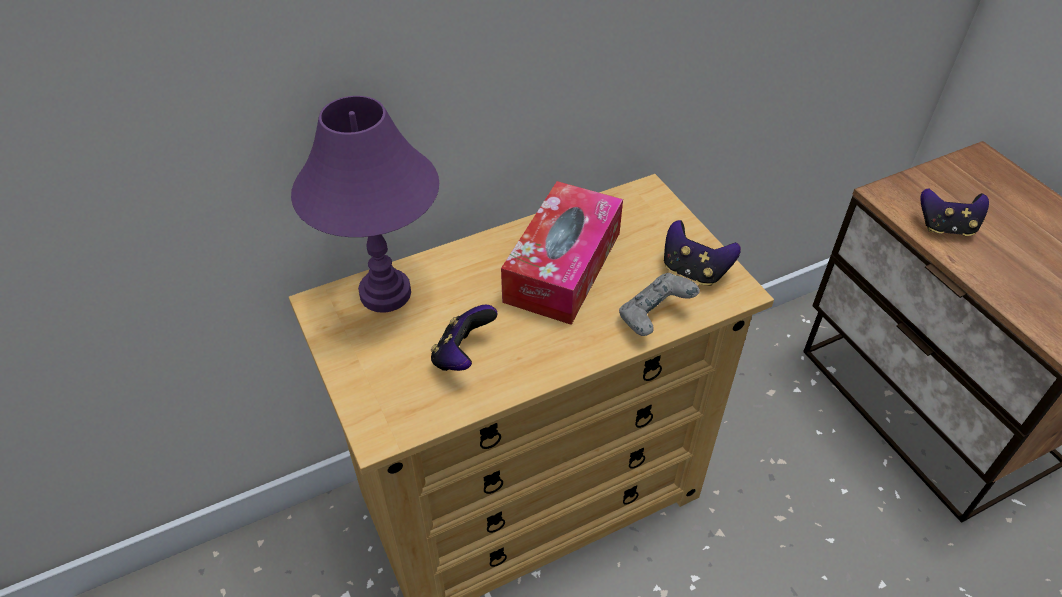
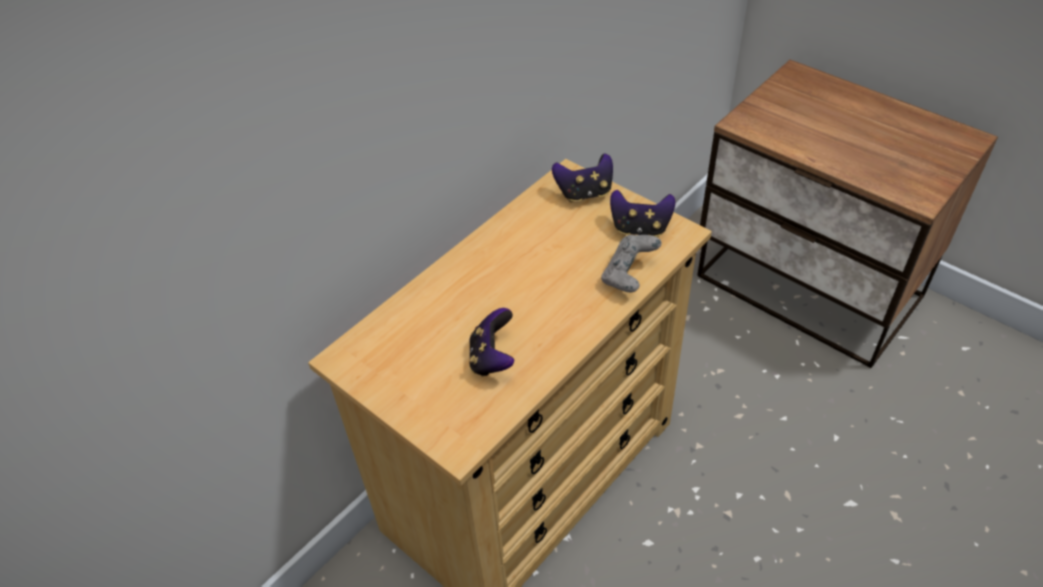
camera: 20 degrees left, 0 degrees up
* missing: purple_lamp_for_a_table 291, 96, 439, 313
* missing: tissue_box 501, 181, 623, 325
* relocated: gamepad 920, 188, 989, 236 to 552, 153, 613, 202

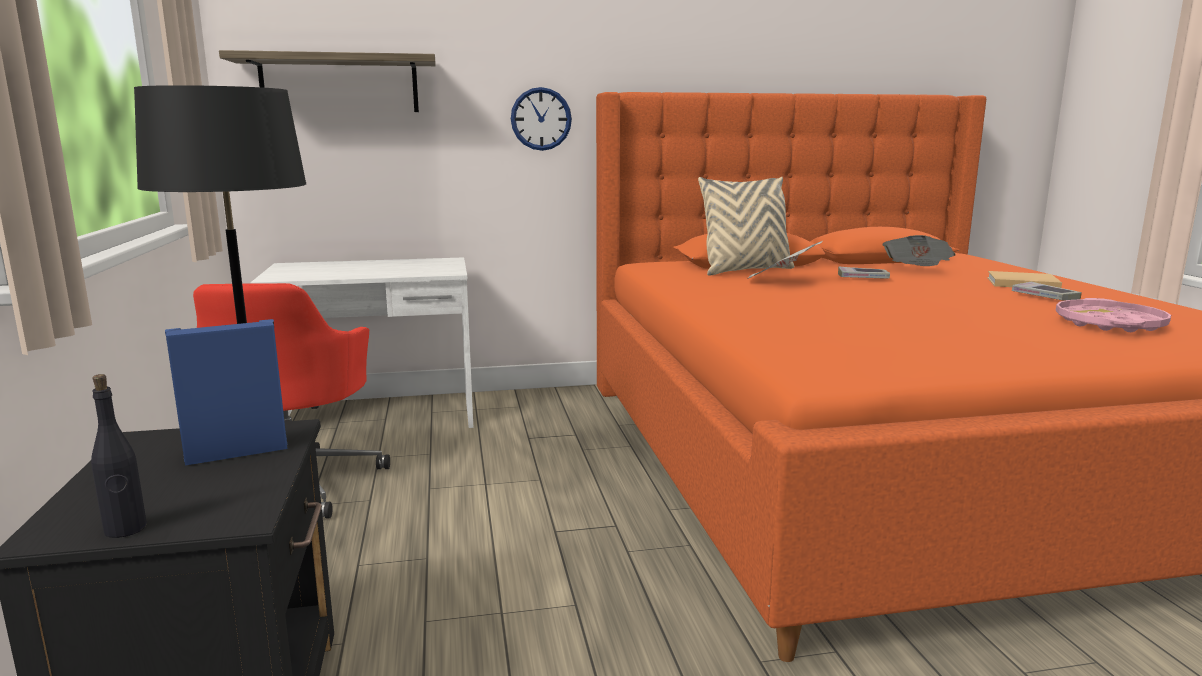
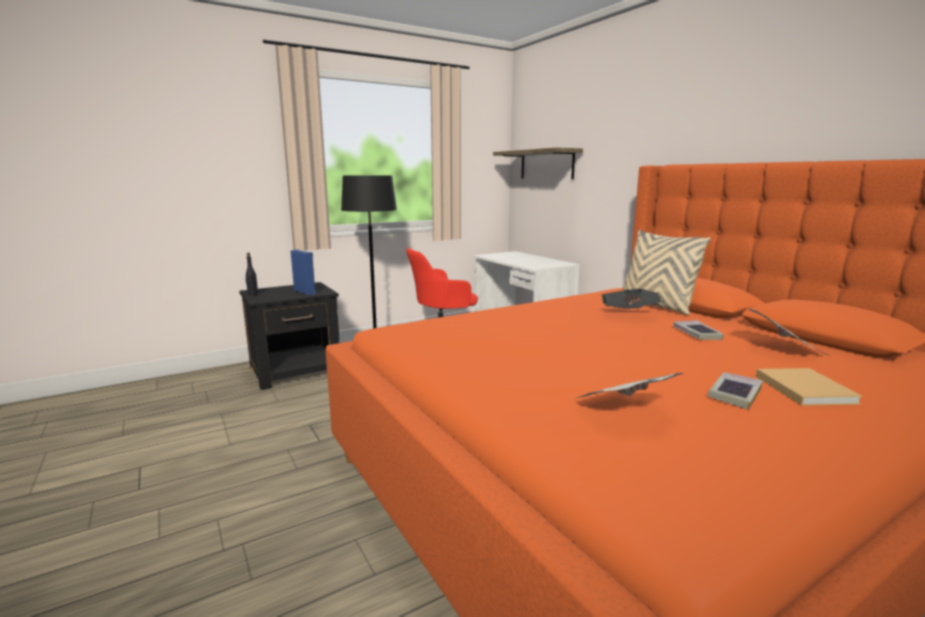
camera: 70 degrees right, 0 degrees up
* missing: wall_clock 511, 87, 572, 151
* exchanged: pinkish_serving_tray 1055, 298, 1171, 332 to daily_paper 577, 373, 683, 398

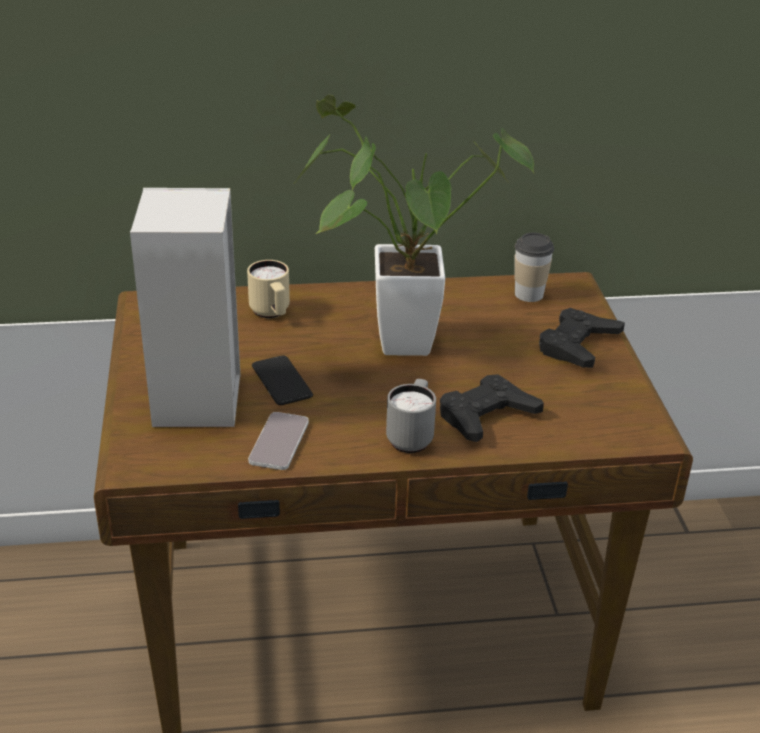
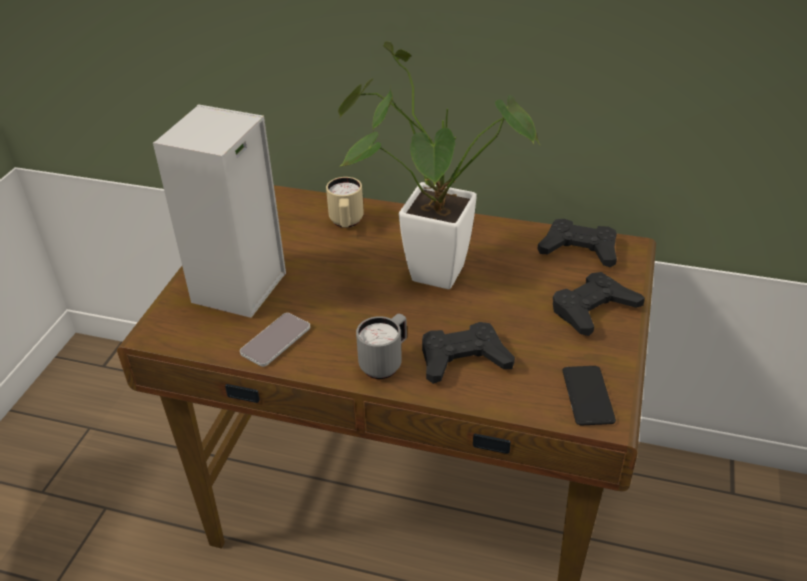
camera: 25 degrees right, 5 degrees up
* relocated: telephone 252, 356, 313, 405 to 562, 366, 616, 425
* exchanged: cup 514, 233, 554, 302 to black_gamepad 537, 219, 617, 267

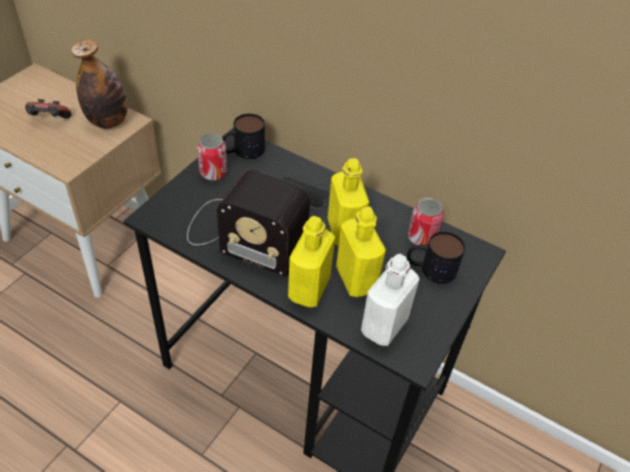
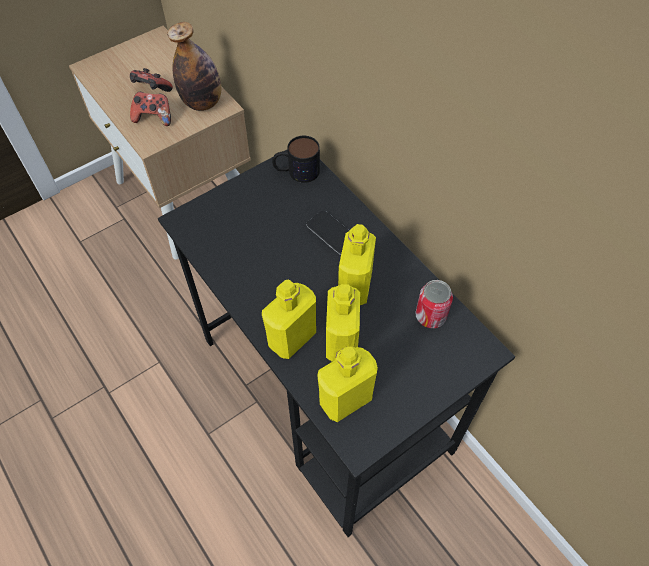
camera: 25 degrees right, 10 degrees up
* missing: radio_receiver 187, 170, 310, 277
* missing: can 197, 133, 227, 181
* missing: mug 407, 232, 465, 284
* appeared: gamepad 130, 92, 171, 126
* colour: whitish_drink_bottle 361, 254, 419, 346 to yellowish_drink_bottle 317, 347, 378, 422

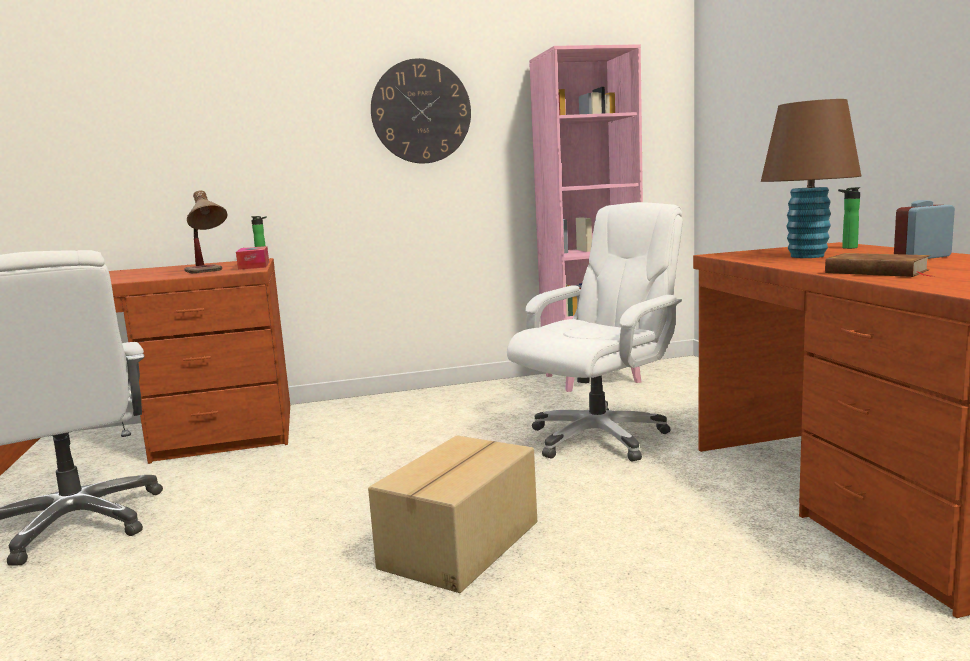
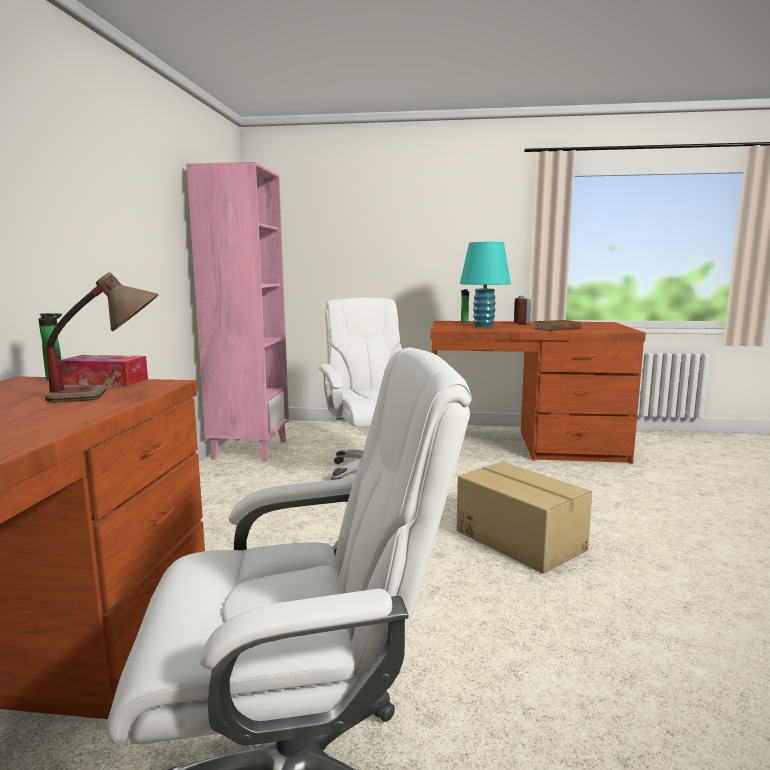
camera: 70 degrees left, 0 degrees up
* missing: wall_clock 371, 58, 471, 163
* colour: brown_lamp_for_a_table 761, 99, 861, 258 to turquoise-coloured_lamp_for_a_table 460, 242, 511, 327

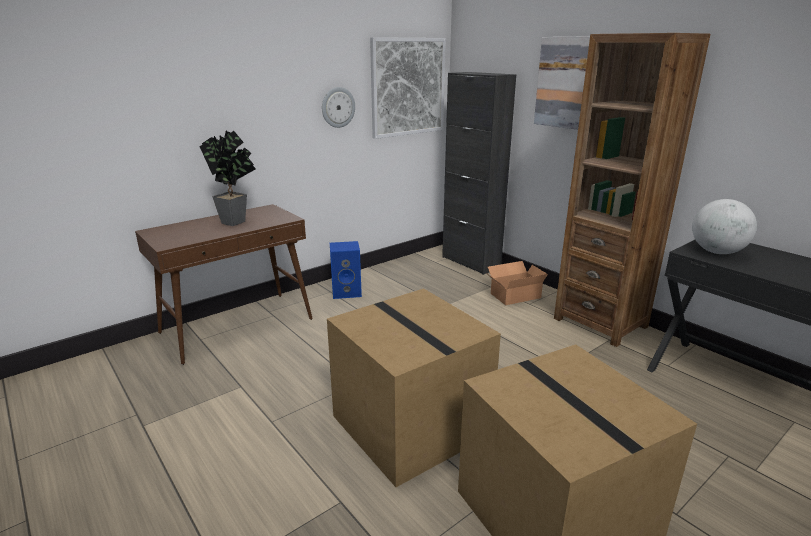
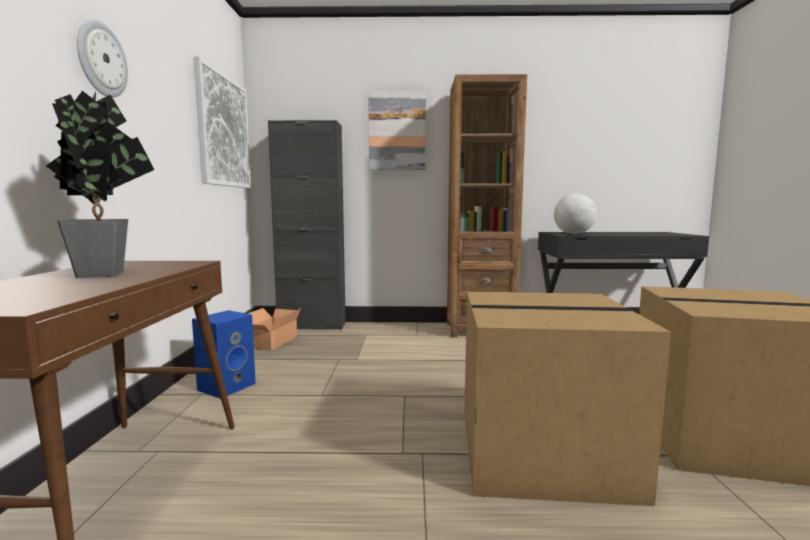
camera: 50 degrees left, 15 degrees down
* relocated: wall_clock 322, 87, 355, 128 to 77, 20, 128, 98
* relocated: carton 488, 261, 548, 305 to 247, 308, 301, 350

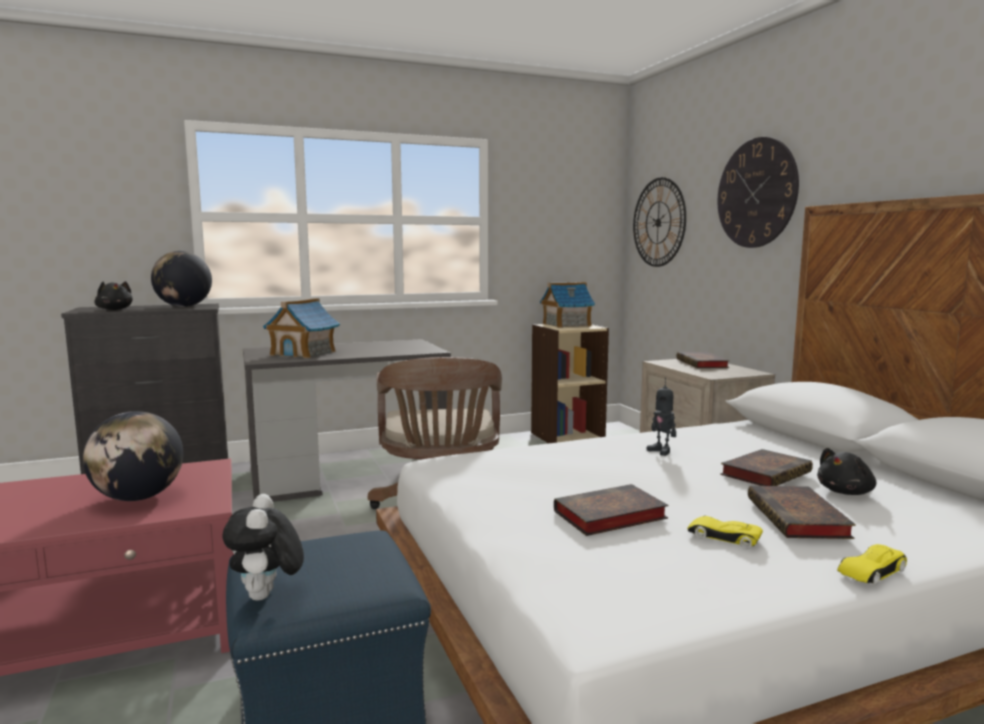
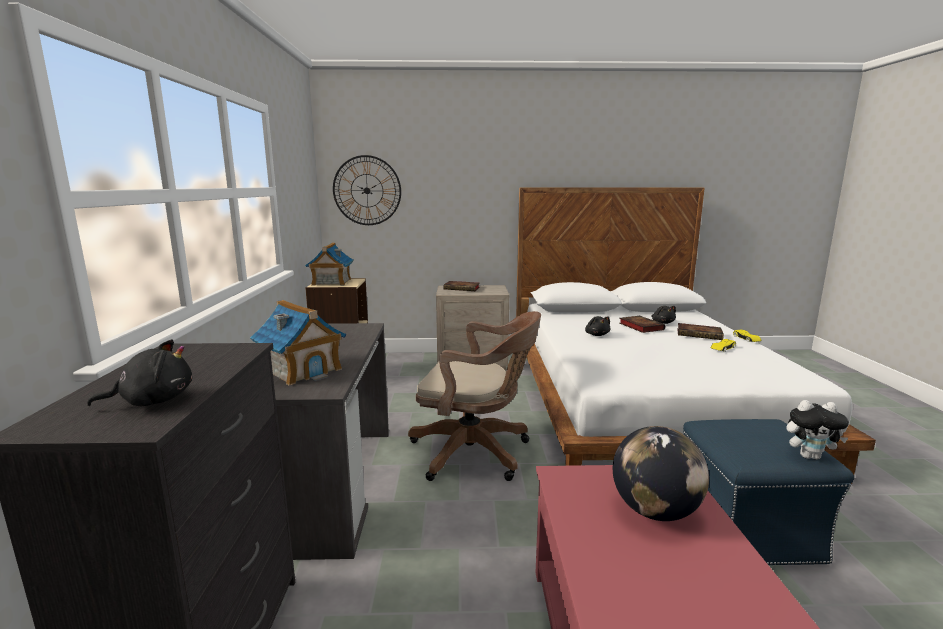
camera: 70 degrees left, 5 degrees up
* missing: desk_globe 151, 251, 212, 307
* missing: book 554, 484, 668, 536
* missing: wall_clock 718, 137, 799, 248
* exchanged: robot_figure 646, 378, 676, 456 to black_cuddly_toy 585, 316, 610, 336

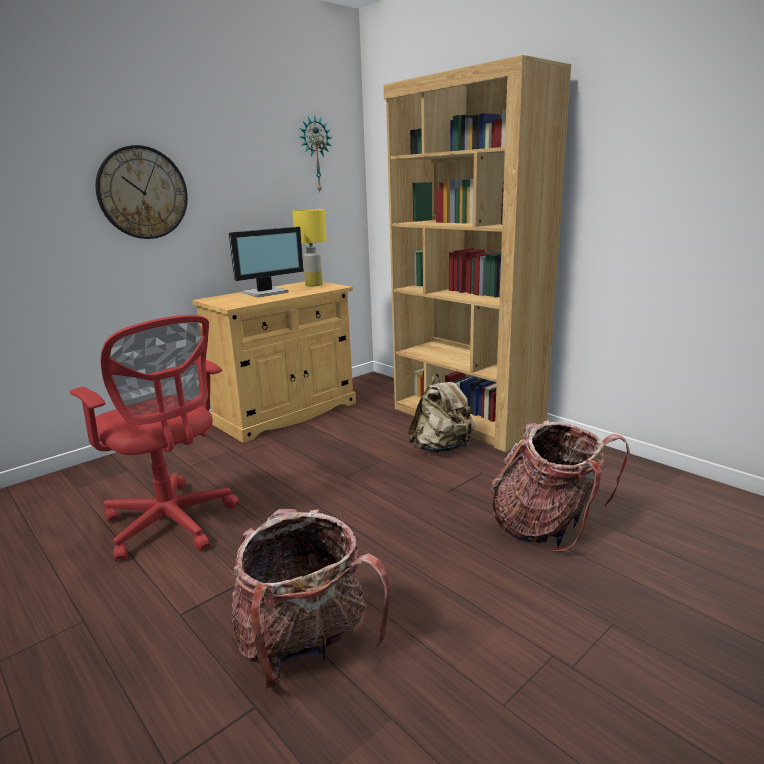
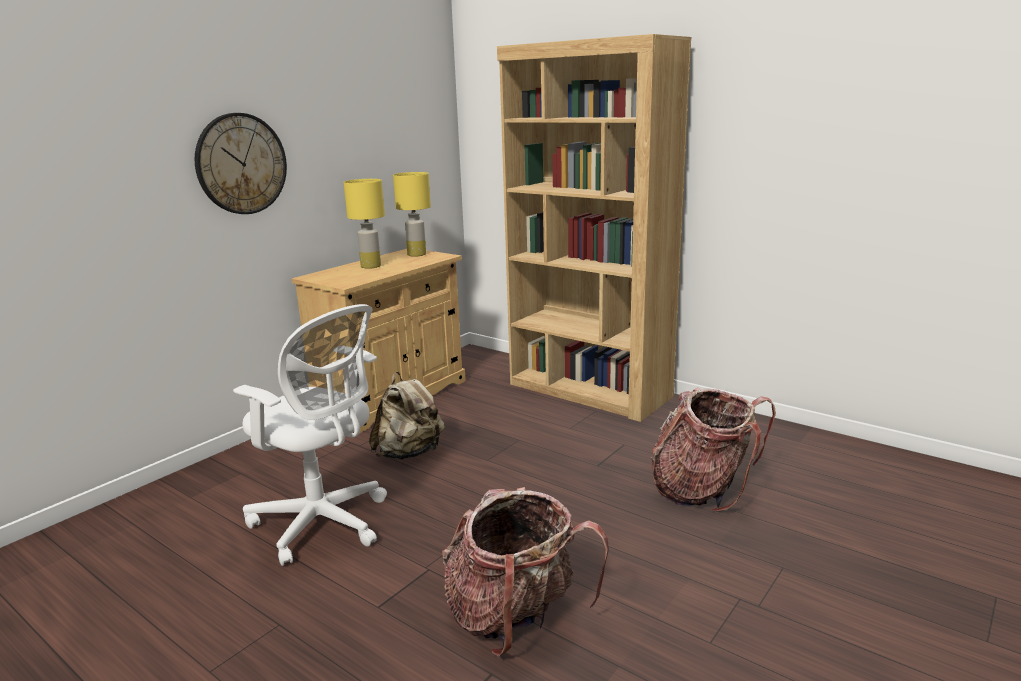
camera: 10 degrees left, 0 degrees up
* missing: wall_clock 300, 116, 332, 192
* relocated: beige-coloured_rucksack 408, 374, 475, 453 to 369, 372, 445, 460
* exchanged: computer_display 229, 227, 304, 297 to yellowish_lamp_for_a_table 343, 179, 385, 269
* colour: red_office_chair 70, 315, 239, 562 to whitish_office_chair 233, 304, 387, 566

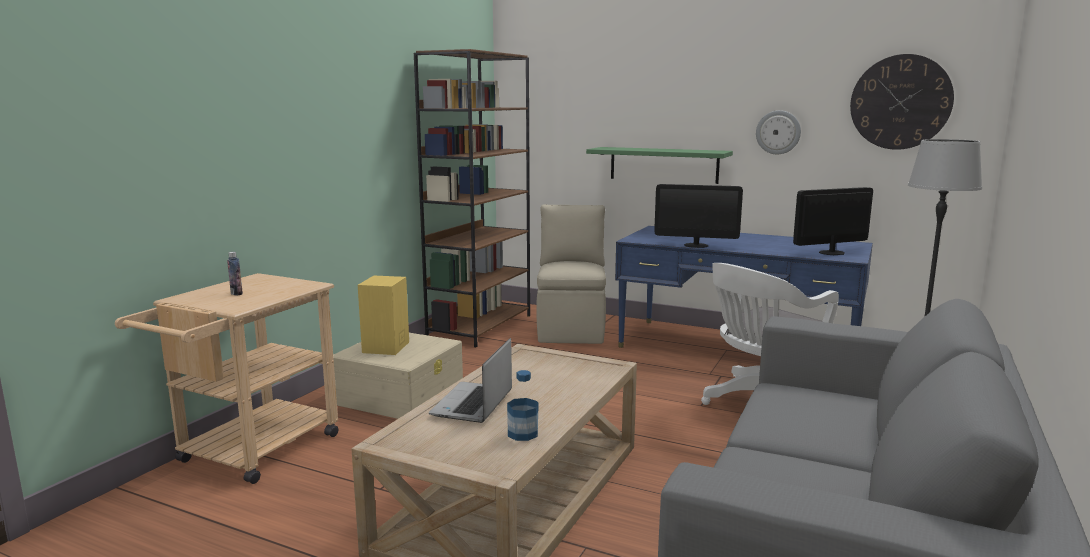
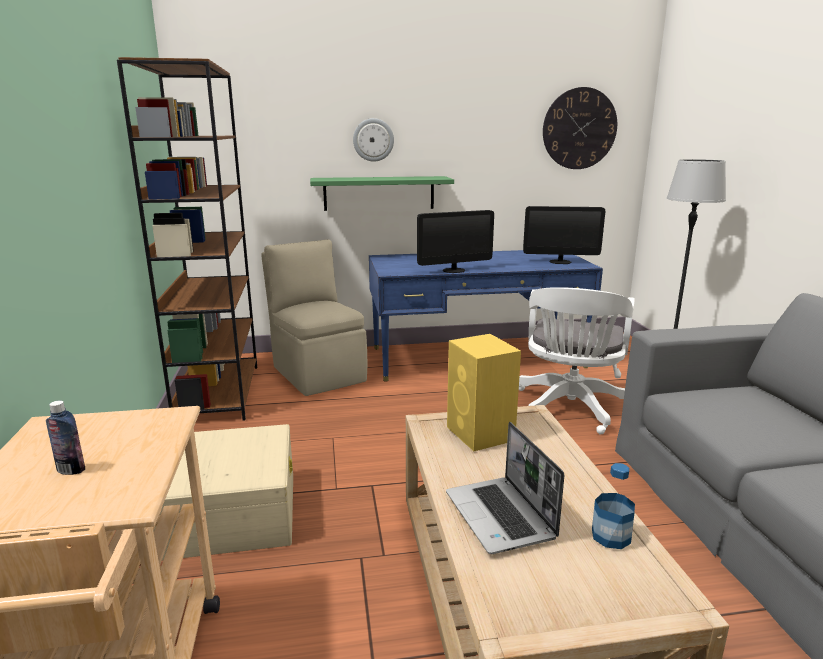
camera: 35 degrees left, 5 degrees up
* relocated: yellowish_loudspeaker 358, 276, 409, 355 to 447, 334, 521, 451
* relocated: wall_clock 756, 110, 801, 154 to 353, 118, 394, 162
* spun: computer_display 793, 187, 873, 255 = 523, 206, 605, 264 120 degrees counterclockwise

